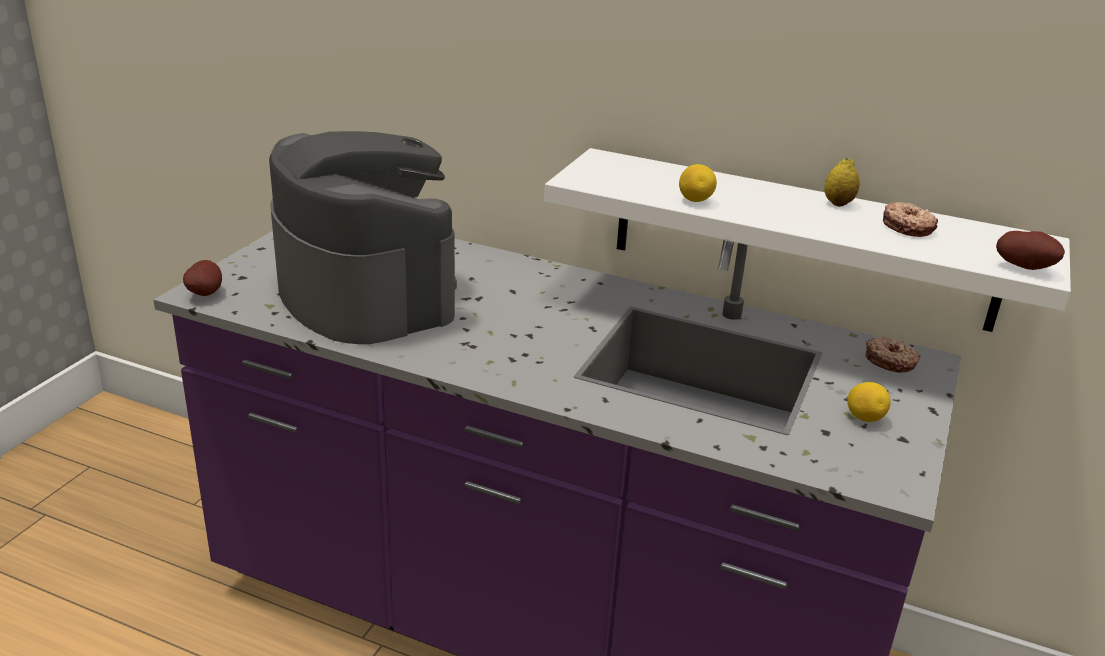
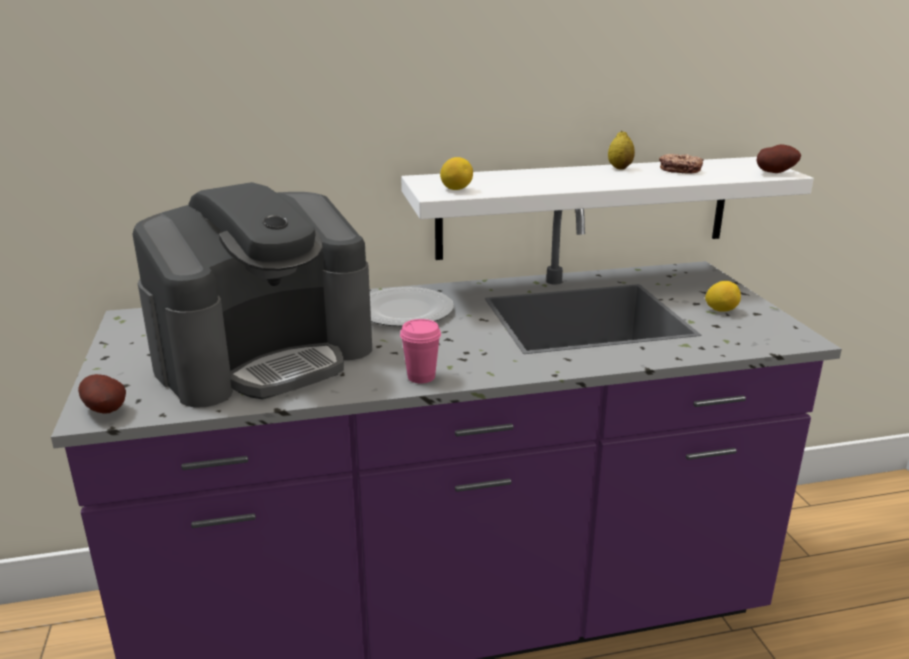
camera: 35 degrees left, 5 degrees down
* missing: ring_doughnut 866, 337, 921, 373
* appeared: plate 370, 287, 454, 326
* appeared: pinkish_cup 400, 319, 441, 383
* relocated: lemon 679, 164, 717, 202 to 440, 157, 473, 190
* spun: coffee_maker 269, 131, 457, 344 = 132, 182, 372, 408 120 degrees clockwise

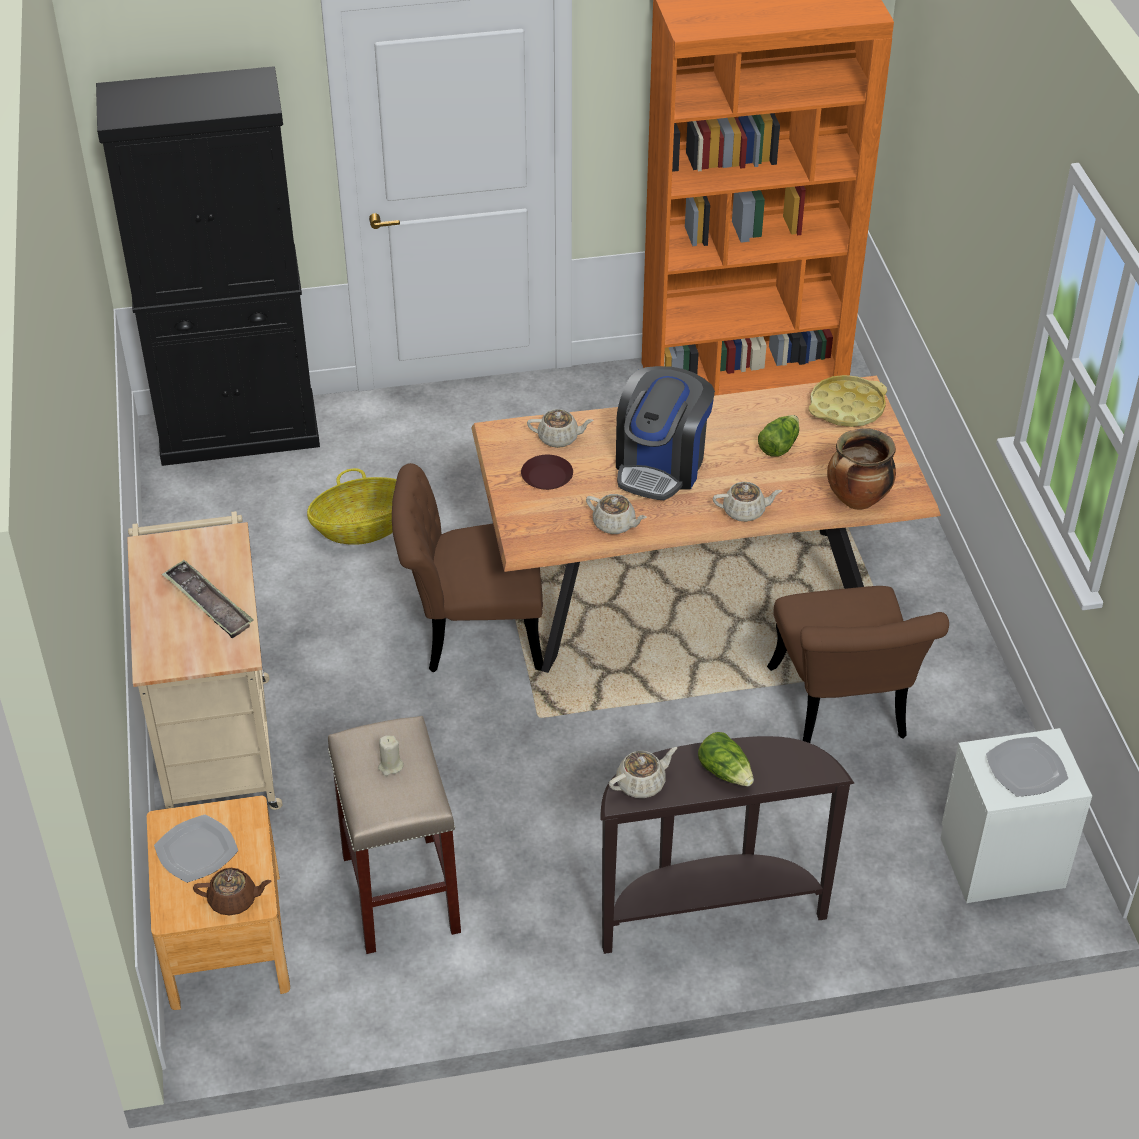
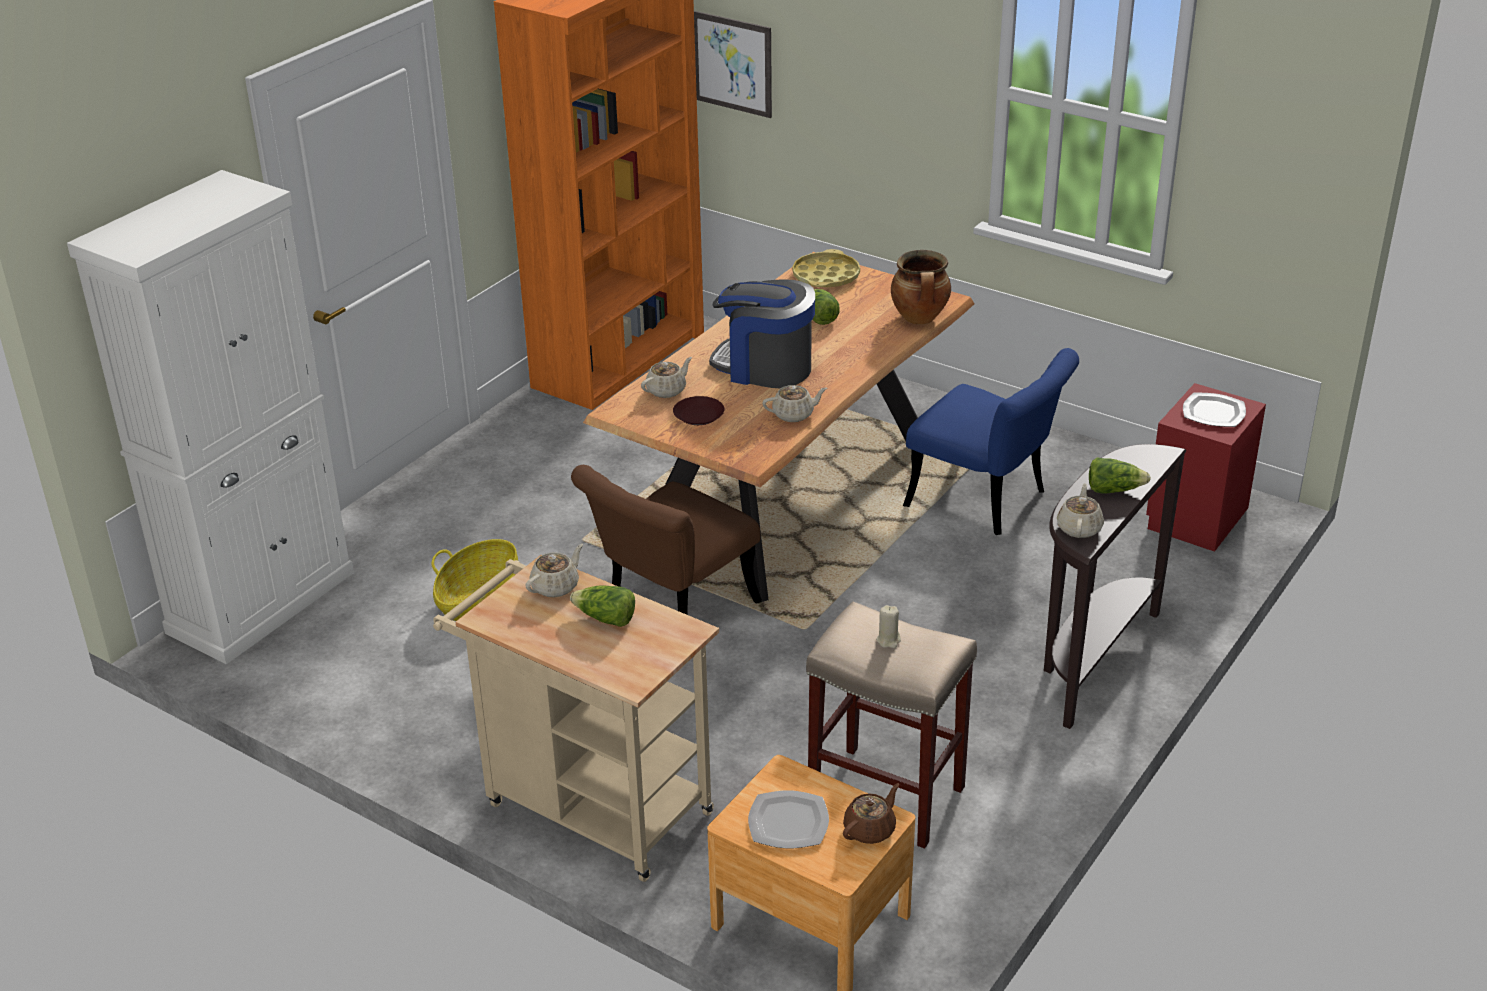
camera: 45 degrees left, 10 degrees down
* appeared: wall_picture 694, 11, 772, 118
* relocated: beige-coloured_tea_pot 713, 482, 782, 522 to 525, 544, 583, 597
* exchanged: serving_tray 162, 560, 254, 638 to lettuce_head 570, 586, 635, 627
* colour: black_cabinet 96, 66, 320, 466 to whitish_cabinet 67, 170, 354, 664
* colour: brown_upright_chair 767, 586, 949, 743 to blue-coloured_upright_chair 903, 348, 1079, 535
* colour: whitish_nightstand 941, 728, 1092, 903 to red_nightstand 1146, 383, 1266, 552
* spun: coffee_maker 616, 366, 715, 500 = 709, 279, 815, 388 135 degrees clockwise

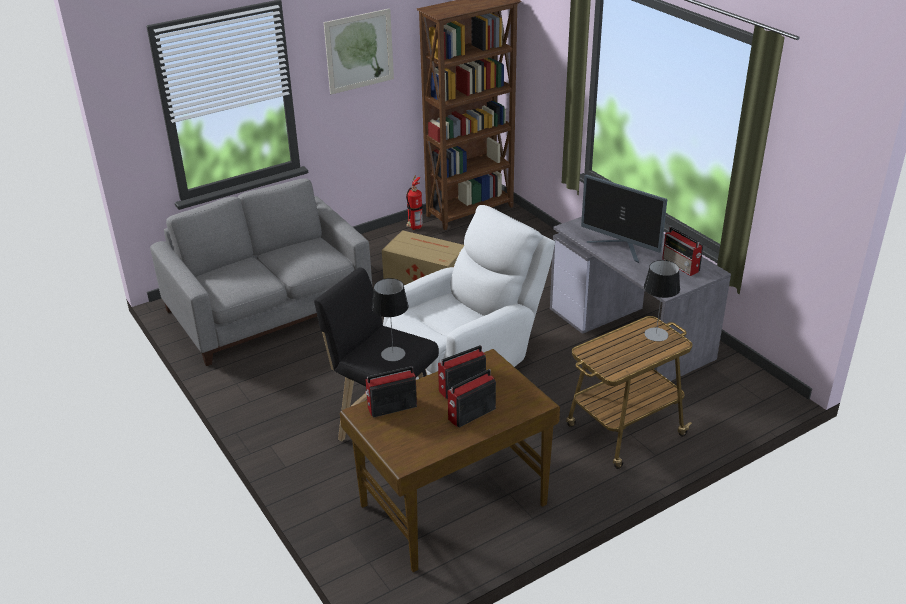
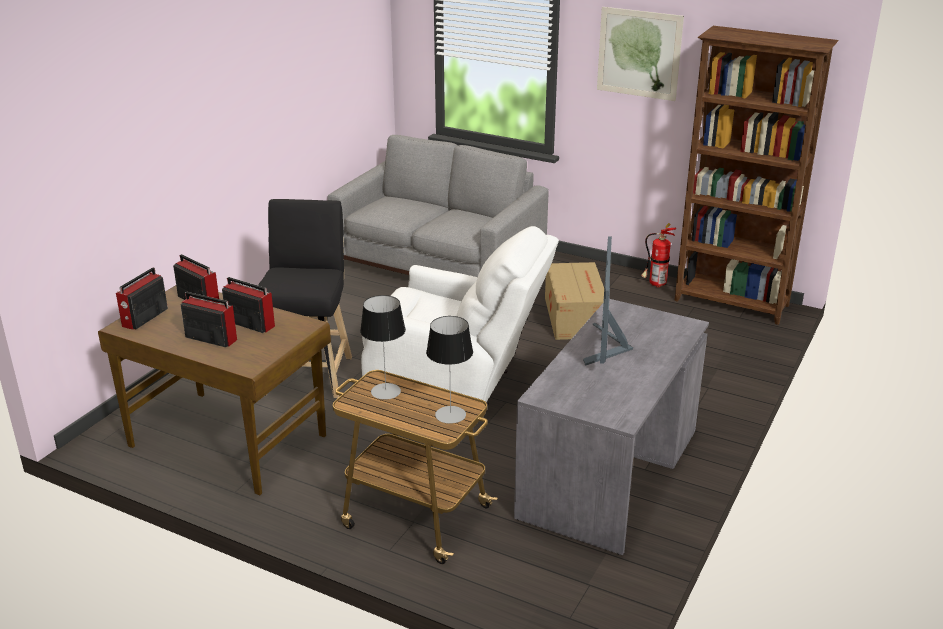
camera: 60 degrees right, 5 degrees down
* relocated: lamp_for_a_table 372, 278, 408, 361 to 360, 295, 406, 400
* relocated: radio_receiver 662, 227, 703, 276 to 116, 267, 168, 330

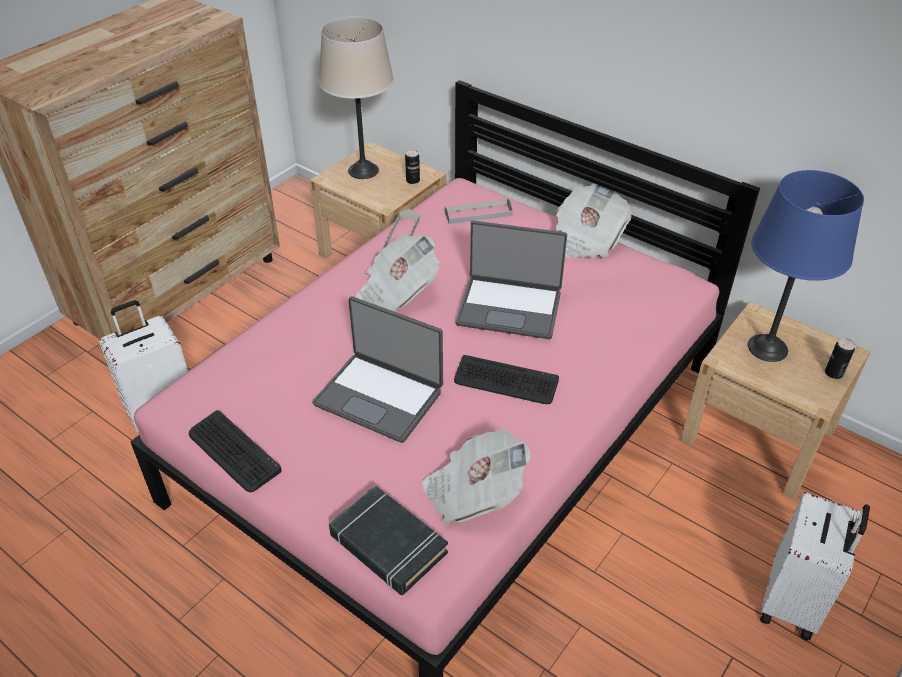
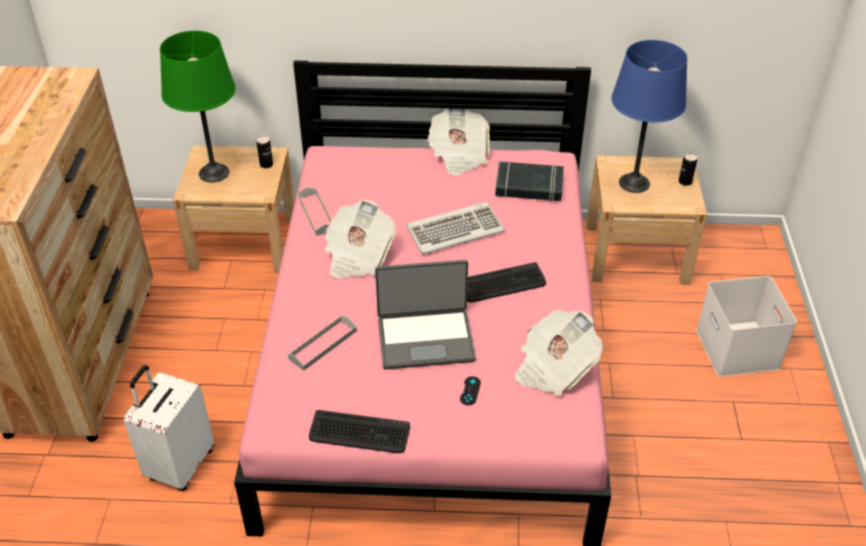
camera: 35 degrees left, 0 degrees up
* appeared: black_gamepad 460, 376, 481, 405
* relocated: black_book 329, 485, 448, 595 to 495, 161, 564, 202
* relocated: grey_serving_tray 445, 199, 513, 224 to 288, 316, 357, 371
* exchanged: notebook_computer 456, 221, 567, 339 to keyboard 406, 202, 505, 254
* exchanged: whitish_piece_of_luggage 760, 492, 870, 641 to whitish_storage_bin 696, 276, 797, 377
* colour: beige-coloured_lamp_for_a_table 319, 16, 394, 179 to green_lamp_for_a_table 160, 31, 236, 182

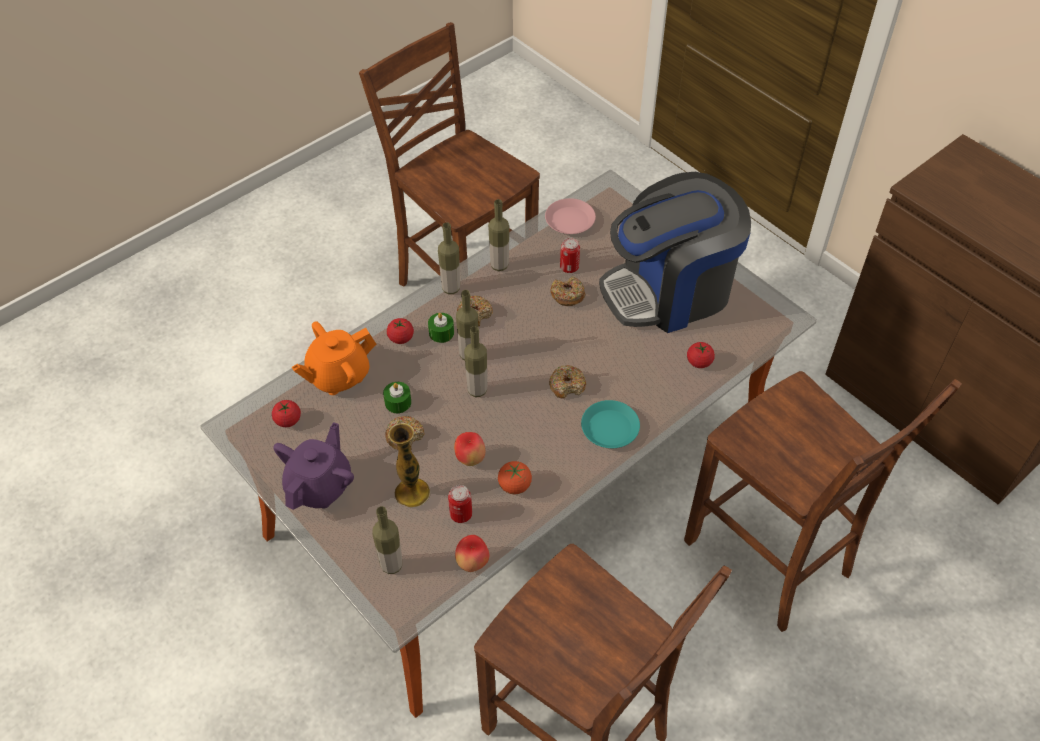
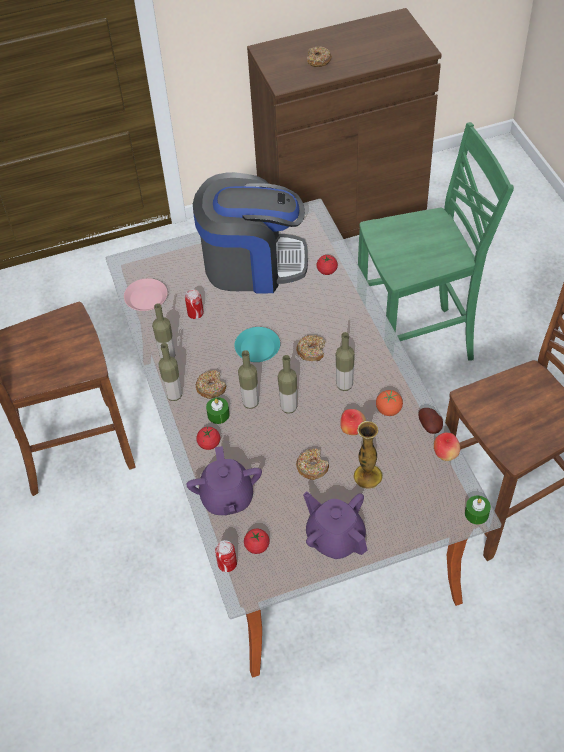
camera: 65 degrees left, 0 degrees up
* appeared: spud 418, 408, 443, 434
* relocated: drink_bottle 372, 506, 402, 574 to 336, 332, 355, 391
* relocated: green_candle 383, 382, 411, 413 to 465, 496, 491, 525
* relocated: can 448, 485, 472, 523 to 215, 540, 237, 572
* relocated: ring_doughnut 551, 276, 585, 306 to 307, 47, 332, 67
* relocated: turquoise-coloured_plate 581, 400, 640, 448 to 235, 327, 280, 362
* colour: orange-coloured_tea_pot 291, 321, 376, 395 to purple_tea_pot 186, 446, 262, 516
* colour: brown_upright_chair 684, 371, 962, 632 to green_upright_chair 358, 122, 514, 361
* spun: coffee_maker 599, 172, 751, 333 = 193, 172, 308, 294 90 degrees counterclockwise

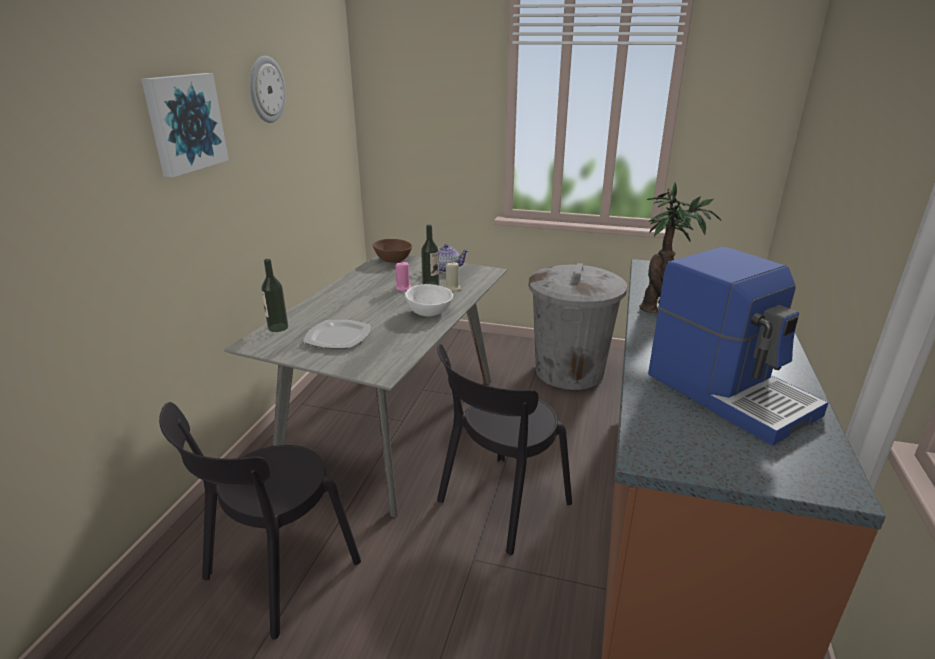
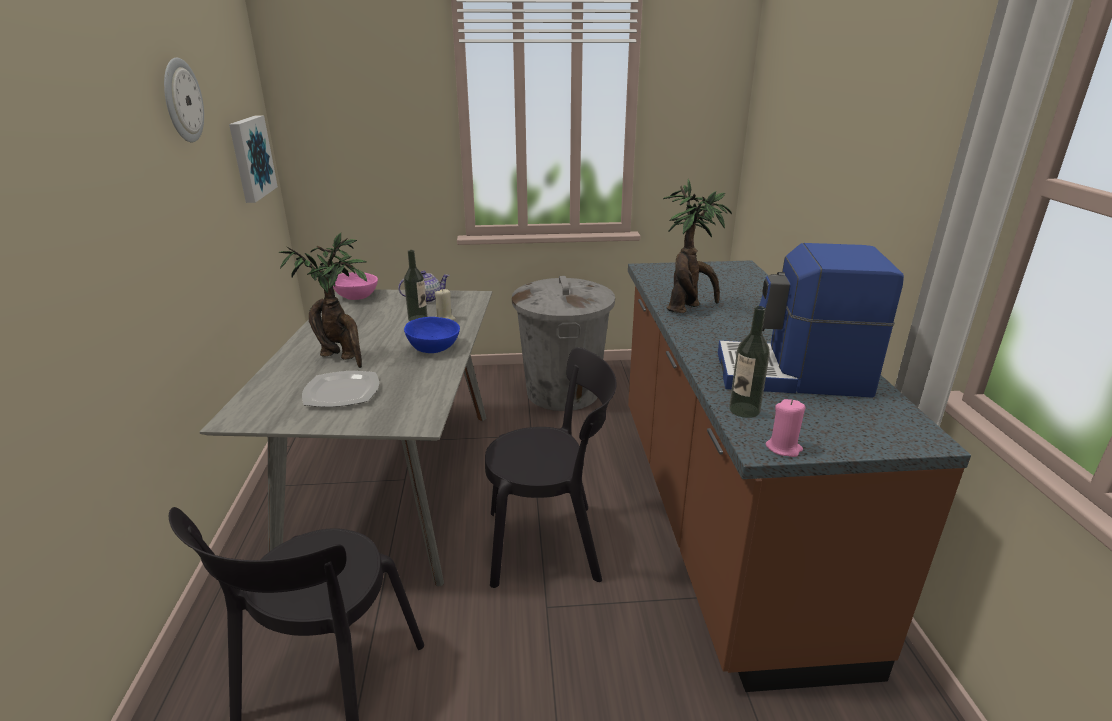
camera: 20 degrees left, 0 degrees up
* appeared: houseplant 279, 233, 367, 368
* relocated: wall_picture 141, 73, 229, 177 to 229, 115, 278, 203
* relocated: drink_bottle 261, 259, 288, 332 to 729, 306, 770, 418
* relocated: pinkish_candle 396, 262, 412, 291 to 765, 399, 805, 457
* colour: brown_deep_dish 373, 239, 412, 263 to pinkish_deep_dish 333, 272, 378, 300
* colour: whitish_deep_dish 405, 284, 453, 316 to blue-coloured_deep_dish 404, 317, 460, 353
* spun: black_upright_chair 437, 344, 572, 555 = 485, 347, 616, 588 120 degrees counterclockwise
* spun: coffee_maker 648, 247, 829, 446 = 718, 243, 904, 398 150 degrees clockwise

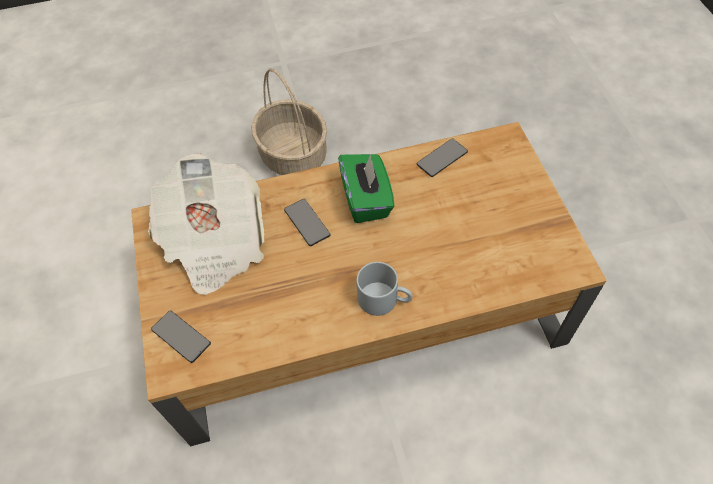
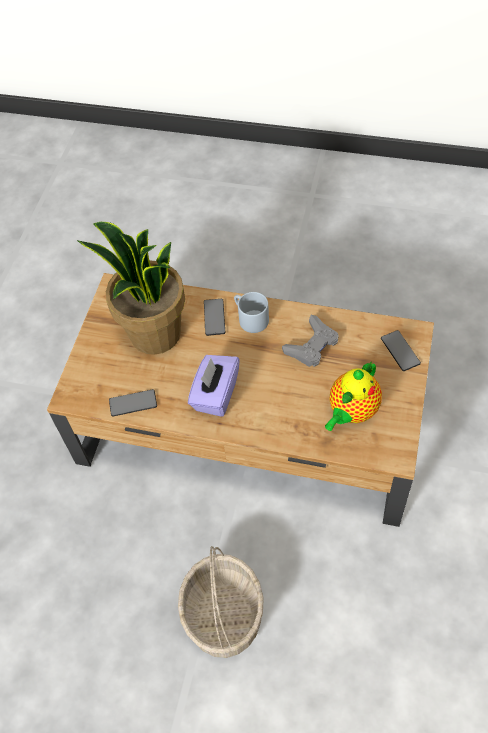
camera: 150 degrees left, 0 degrees up
* appeared: houseplant 77, 222, 185, 355
* appeared: grey_gamepad 282, 315, 339, 367
* relocated: telephone 284, 199, 331, 246 to 204, 299, 225, 336
* exchanged: daily_paper 148, 153, 264, 295 to tea_pot 325, 361, 382, 431
* colour: green_tissue_box 338, 154, 395, 223 to purple_tissue_box 188, 355, 240, 417

